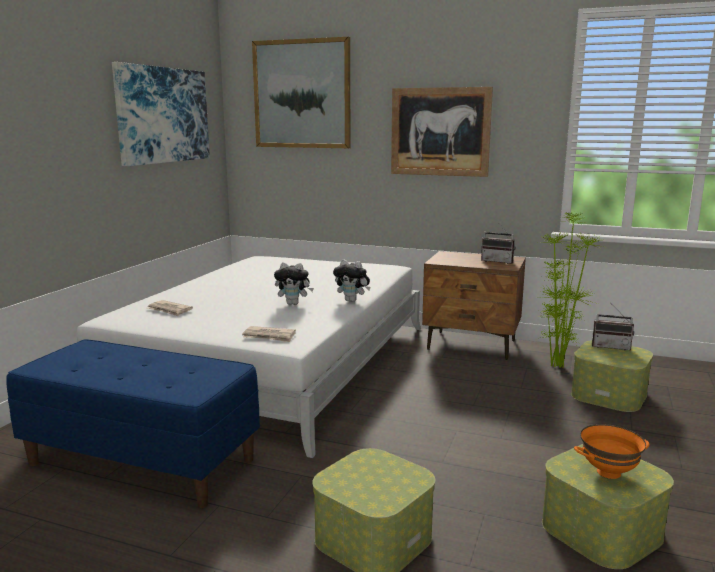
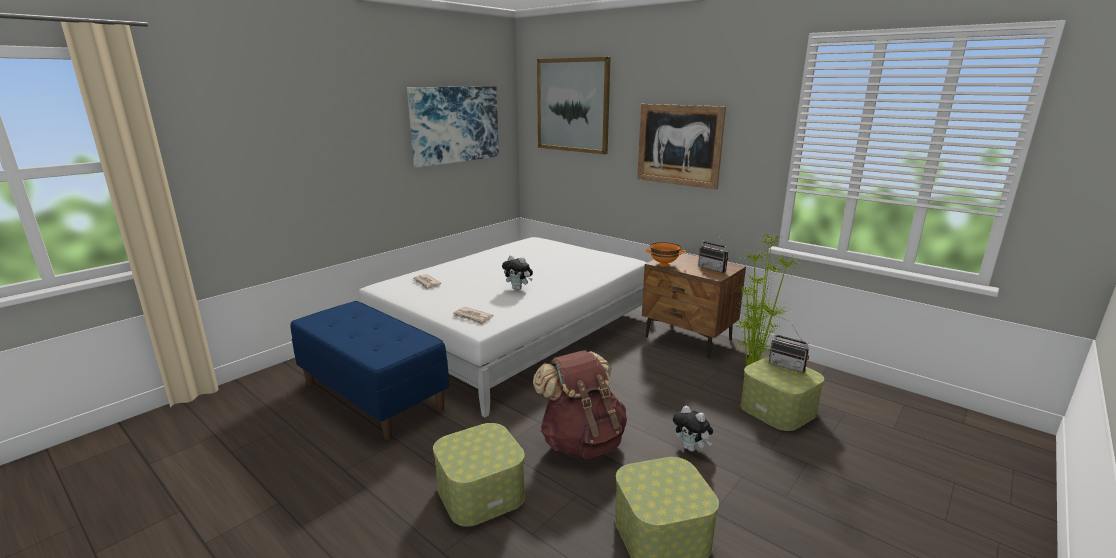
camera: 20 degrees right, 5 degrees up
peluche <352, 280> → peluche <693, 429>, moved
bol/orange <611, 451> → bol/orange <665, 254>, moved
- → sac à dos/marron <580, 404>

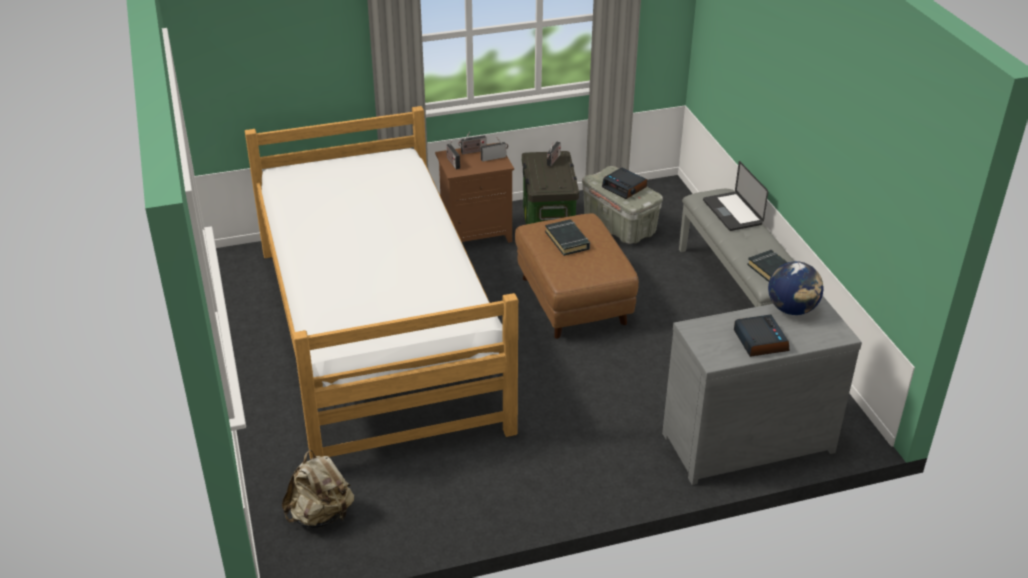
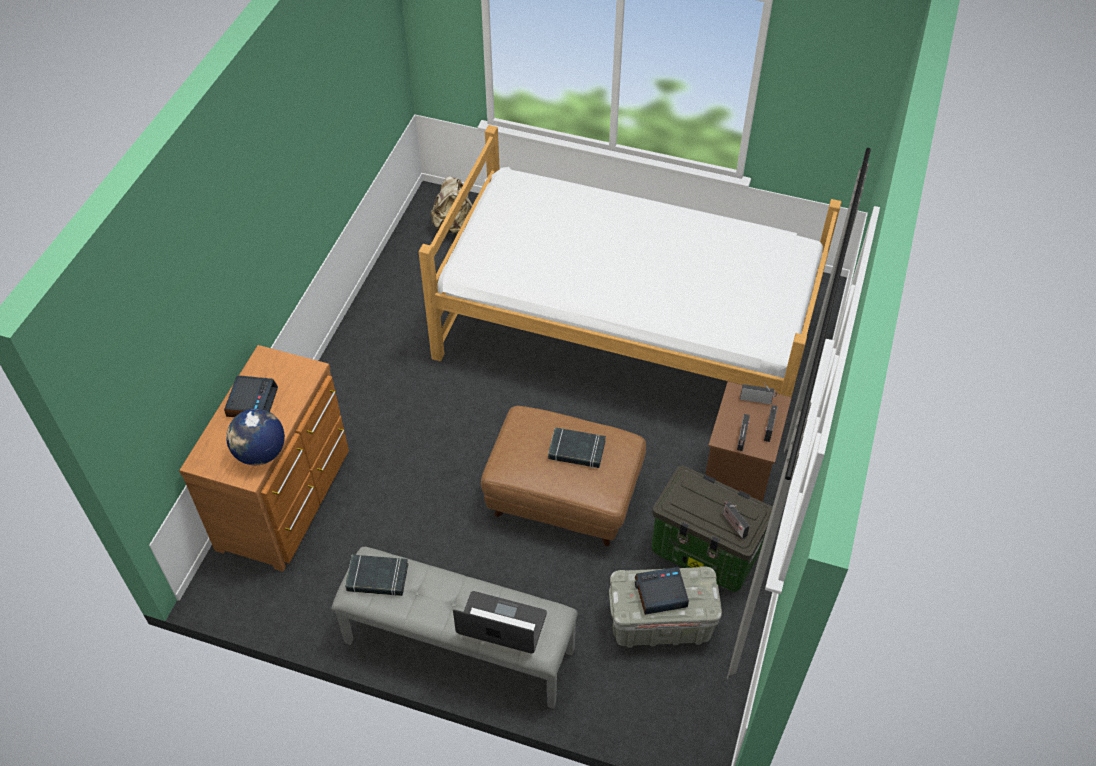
camera: 125 degrees right, 15 degrees up
commode/gris <762, 390> → commode/marron <264, 458>
réveil <762, 335> → réveil <251, 396>, 105 degrees counterclockwise

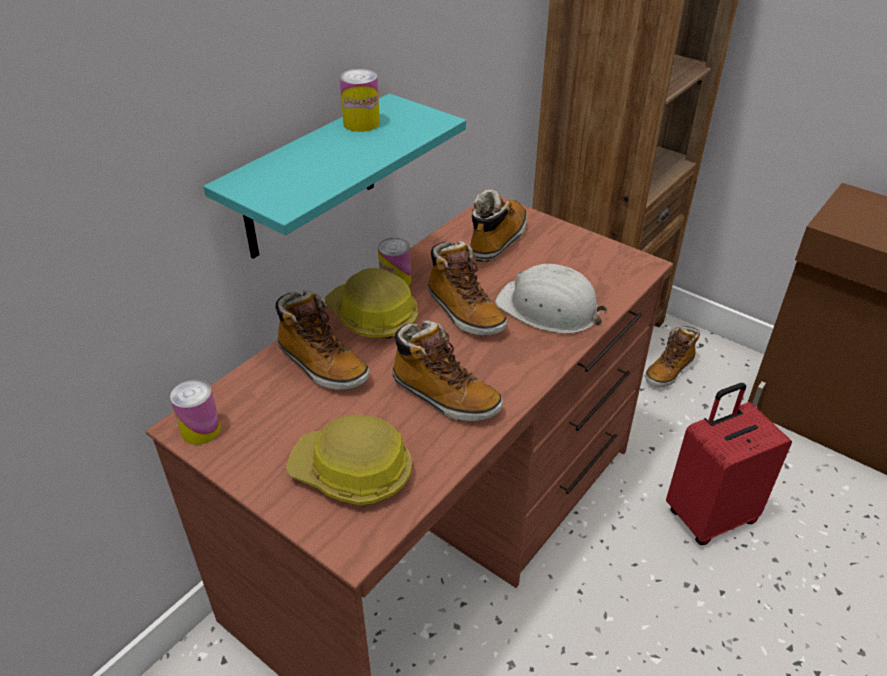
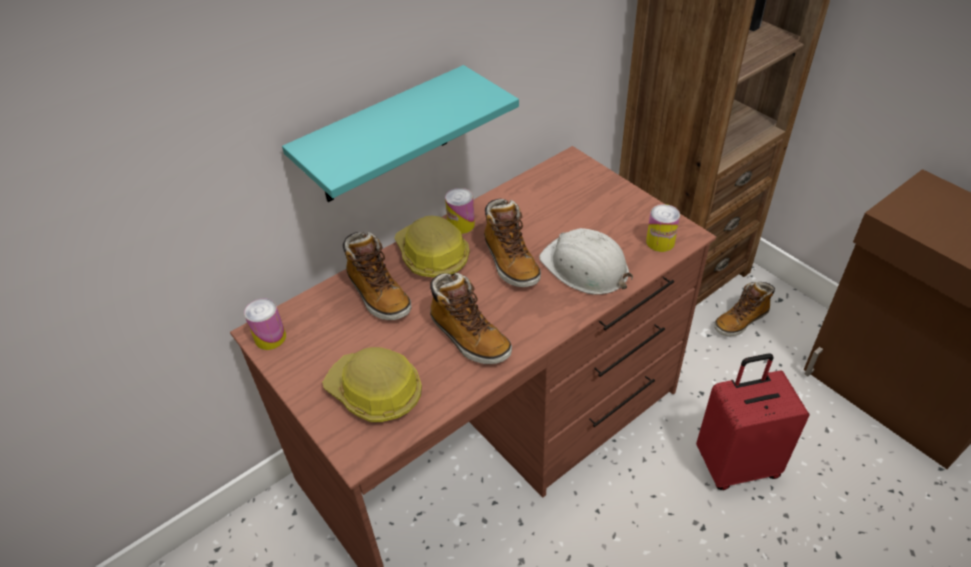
camera: 15 degrees right, 5 degrees up
boîte métallique <359, 100> → boîte métallique <663, 228>, moved
botte <498, 225> → -

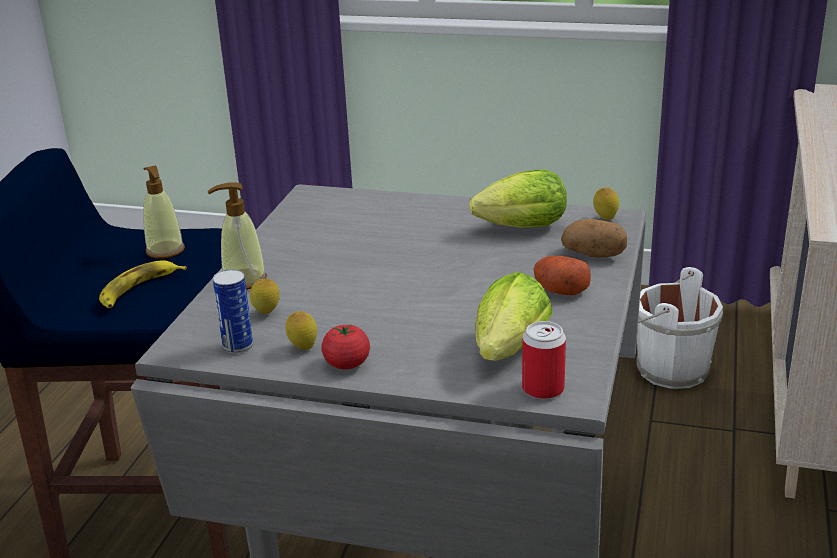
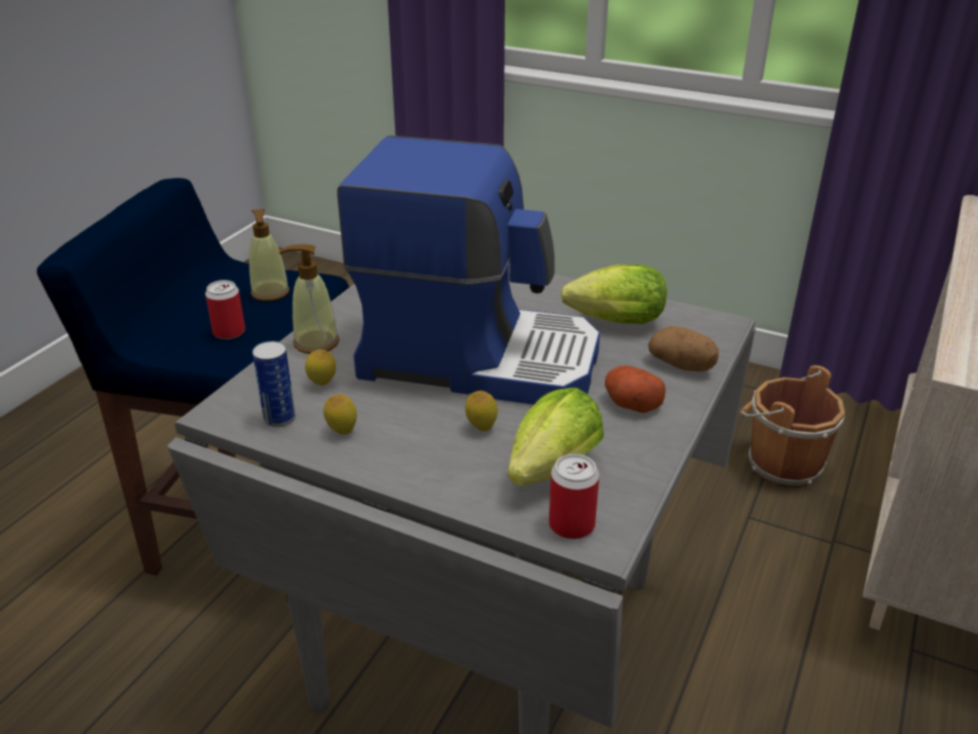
camera: 10 degrees right, 5 degrees up
banane <143, 284> → boîte métallique <225, 309>
tomate <345, 347> → -
citron <606, 203> → citron <481, 411>, moved
seau/blanc <680, 328> → seau/marron <792, 426>
- → machine à café <468, 270>

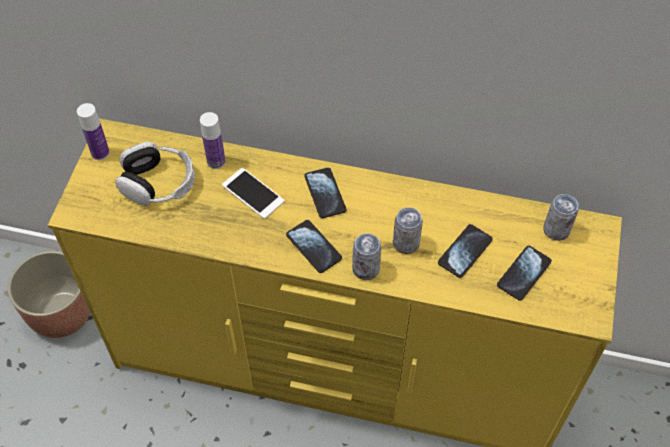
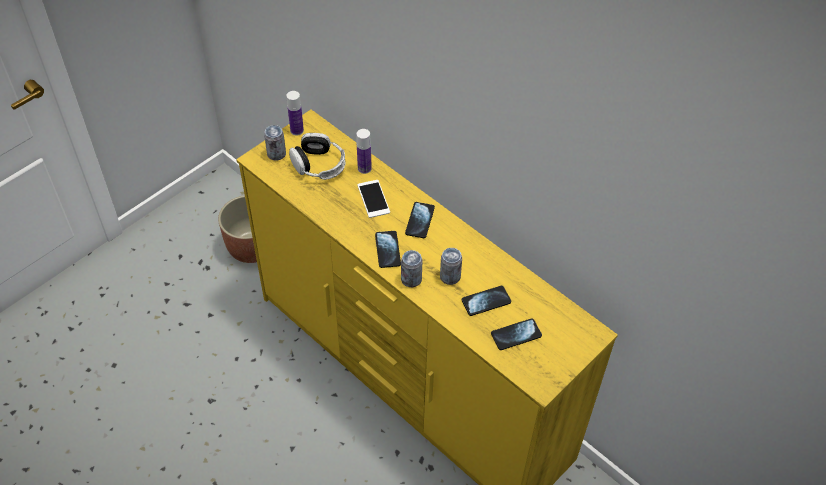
camera: 30 degrees right, 5 degrees down
boîte métallique <561, 217> → boîte métallique <275, 142>, moved

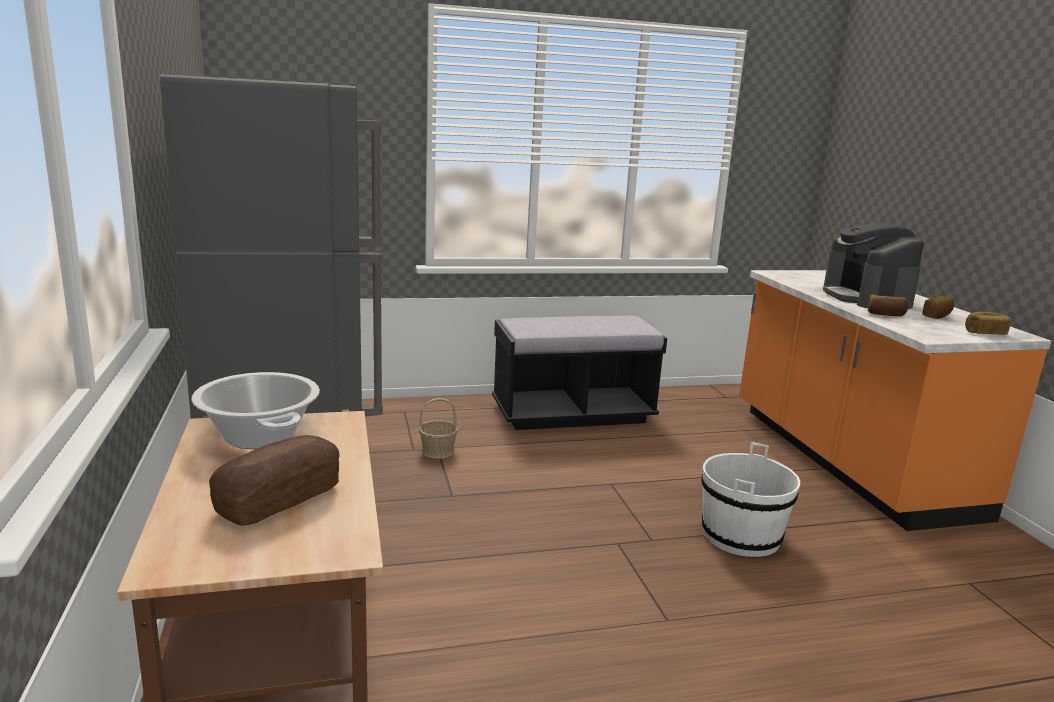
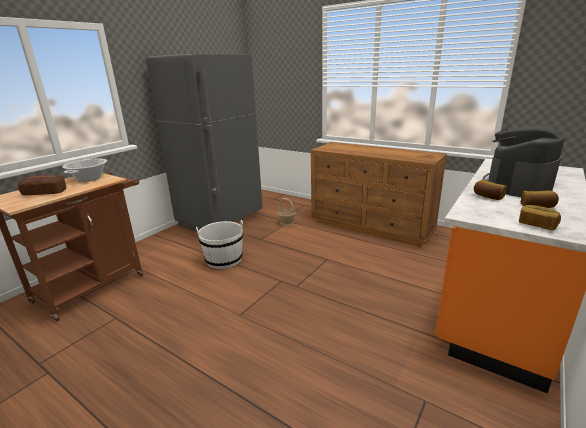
camera: 50 degrees right, 5 degrees up
banc/noir <579, 373> → commode/marron <379, 194>
seau/blanc <751, 499> → seau/blanc <219, 244>, moved

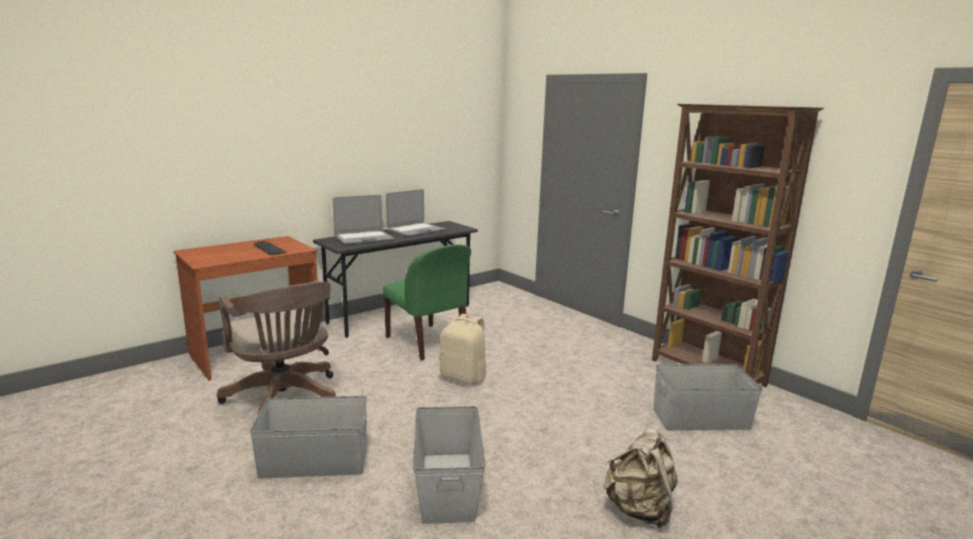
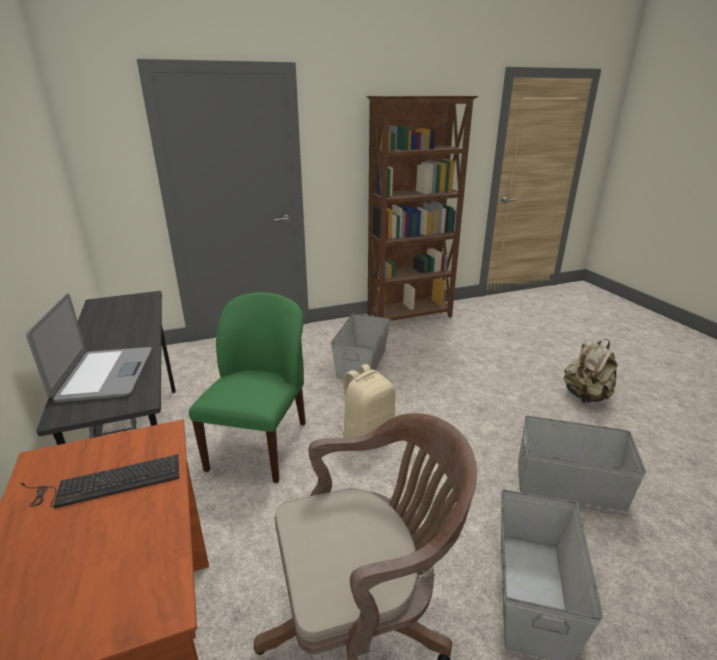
camera: 70 degrees left, 10 degrees up
chaise/vert <426, 302> → chaise/vert <247, 387>, 60 degrees counterclockwise
ordinateur portable <415, 212> → -
boîte de rangement/gris <707, 397> → boîte de rangement/gris <361, 347>, moved

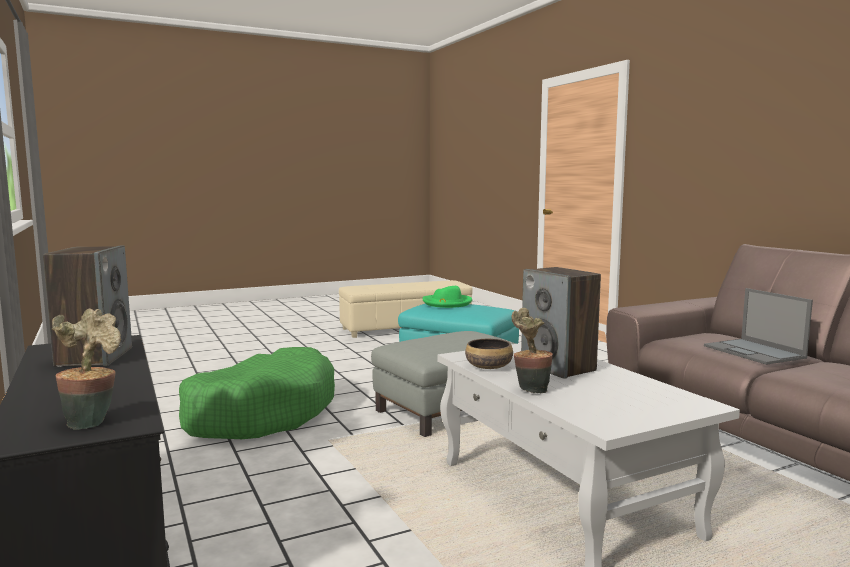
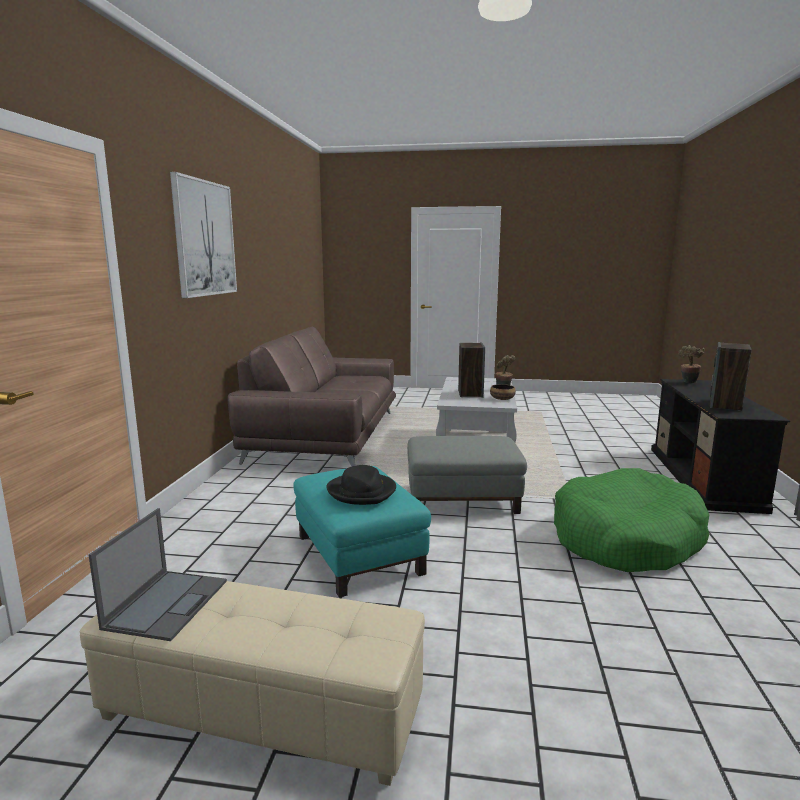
camera: 145 degrees left, 5 degrees up
chapeau/vert <447, 297> → chapeau/noir <361, 485>
ordinateur portable <758, 326> → ordinateur portable <158, 574>, moved
- → tableau <203, 235>

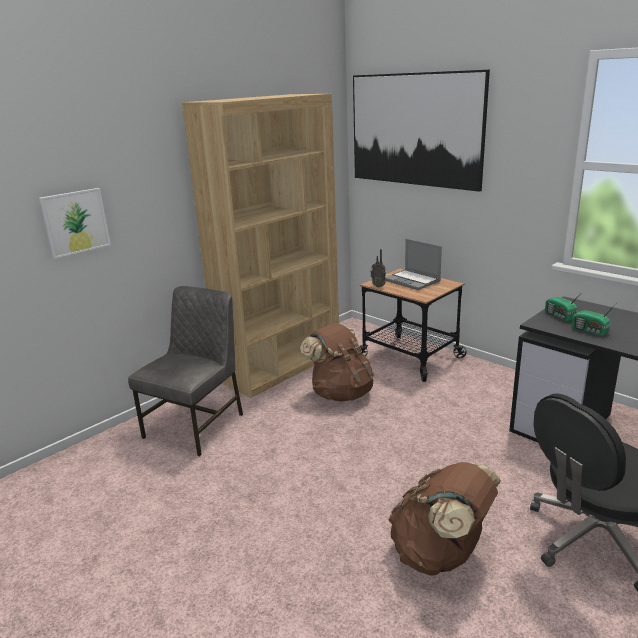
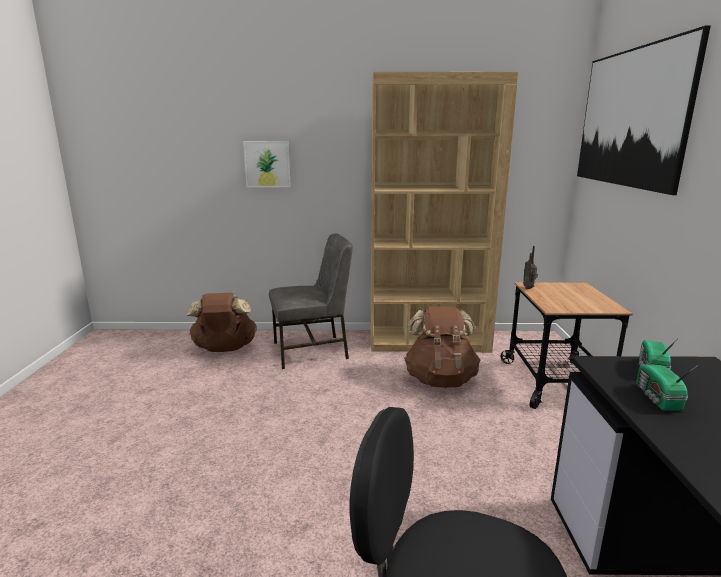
camera: 45 degrees right, 5 degrees down
ordinateur portable <413, 264> → -
sac à dos/marron <444, 519> → sac à dos/marron <222, 322>, moved

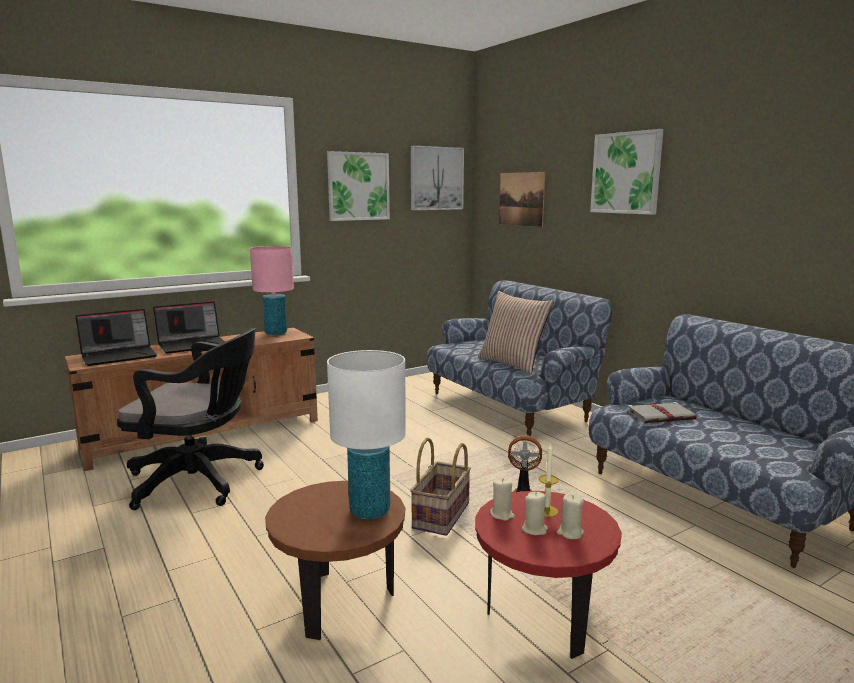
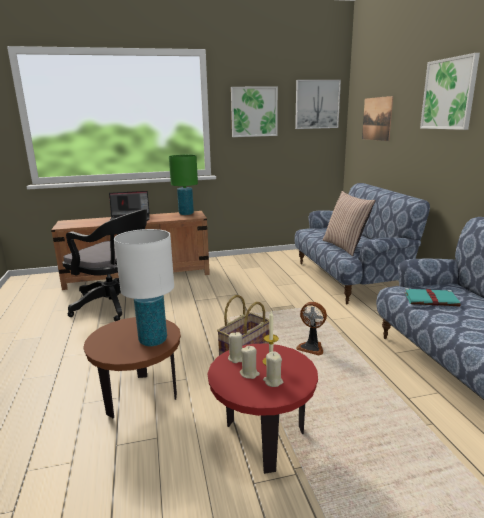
camera: 20 degrees right, 5 degrees up
ordinateur portable <116, 337> → -
lampe de table/rose <272, 290> → lampe de table/vert <183, 185>
livre/gris <662, 412> → livre/turquoise <432, 297>

